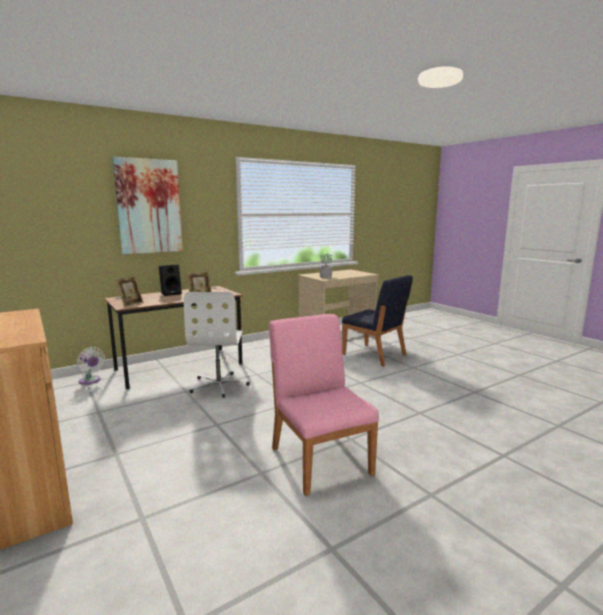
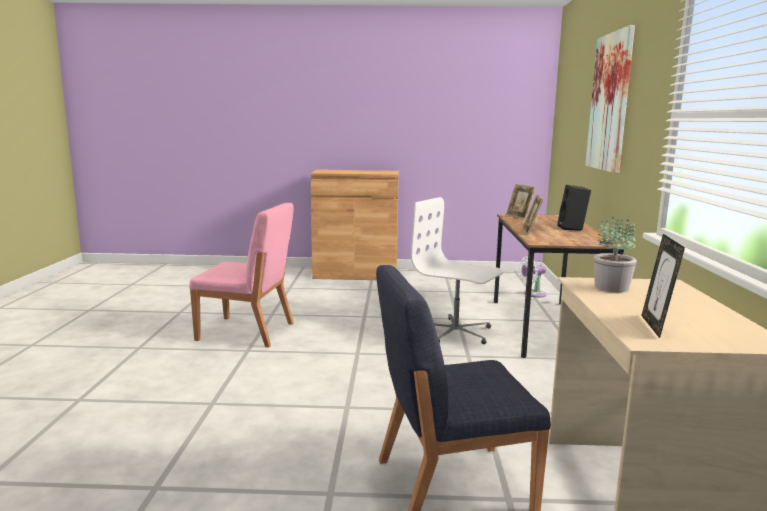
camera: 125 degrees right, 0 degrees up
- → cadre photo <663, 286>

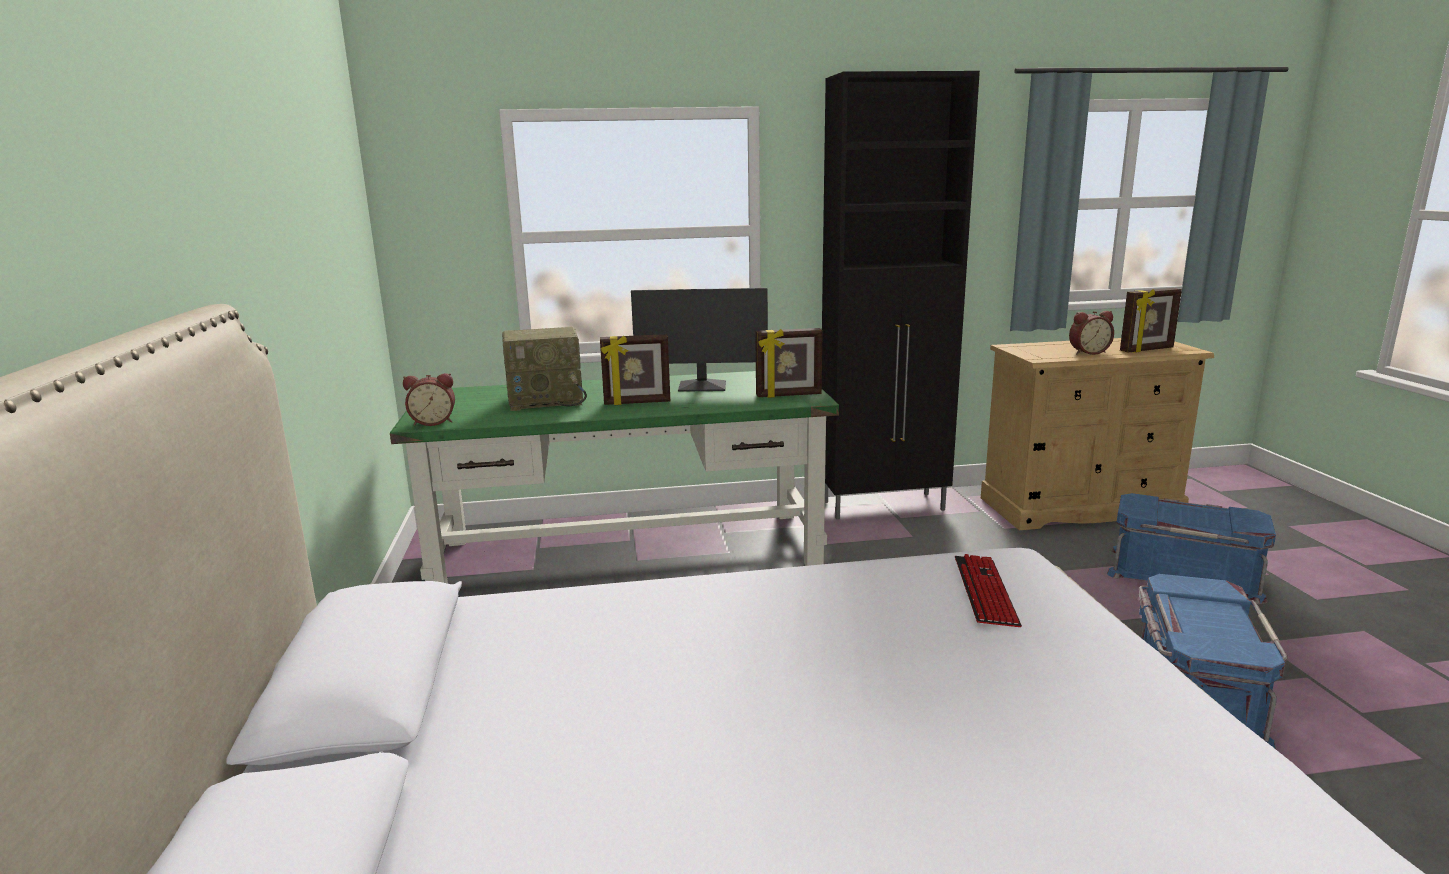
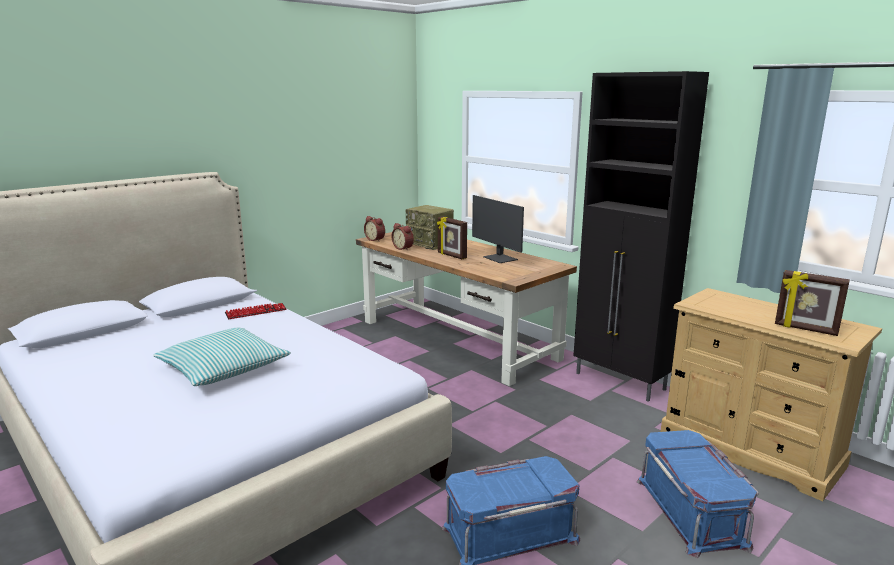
camera: 55 degrees right, 0 degrees up
bureau/vert <614, 477> → bureau/marron <466, 309>
cadre photo <789, 363> → -
clavier <988, 590> → clavier <256, 311>, moved
réveil <1091, 333> → réveil <402, 237>, moved
- → coussin <222, 357>

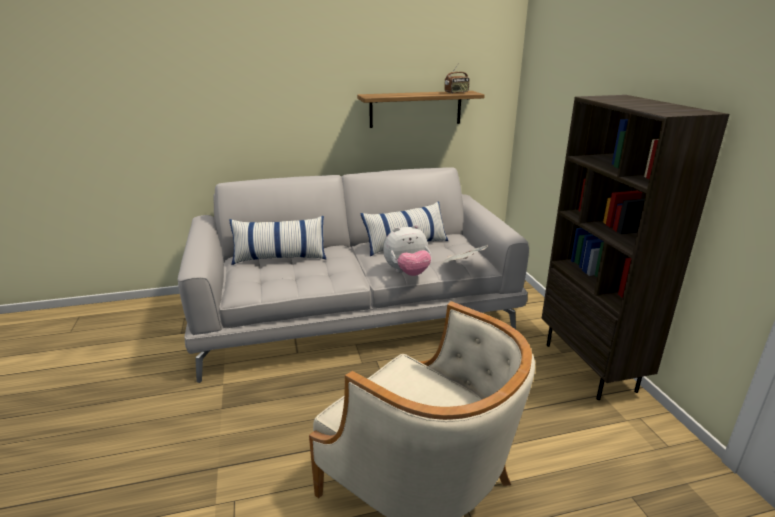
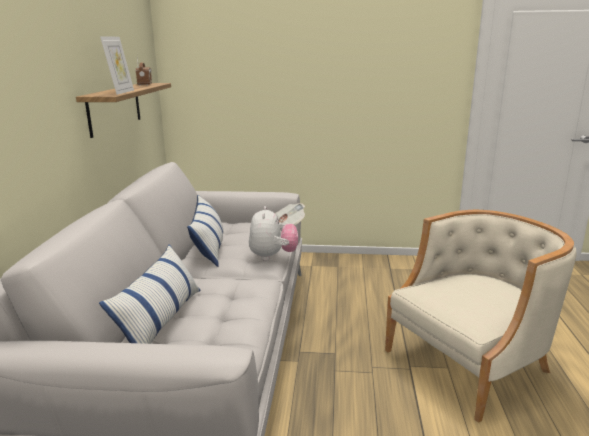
camera: 70 degrees left, 5 degrees down
bibliothèque/marron <636, 247> → -
- → cadre photo <117, 65>

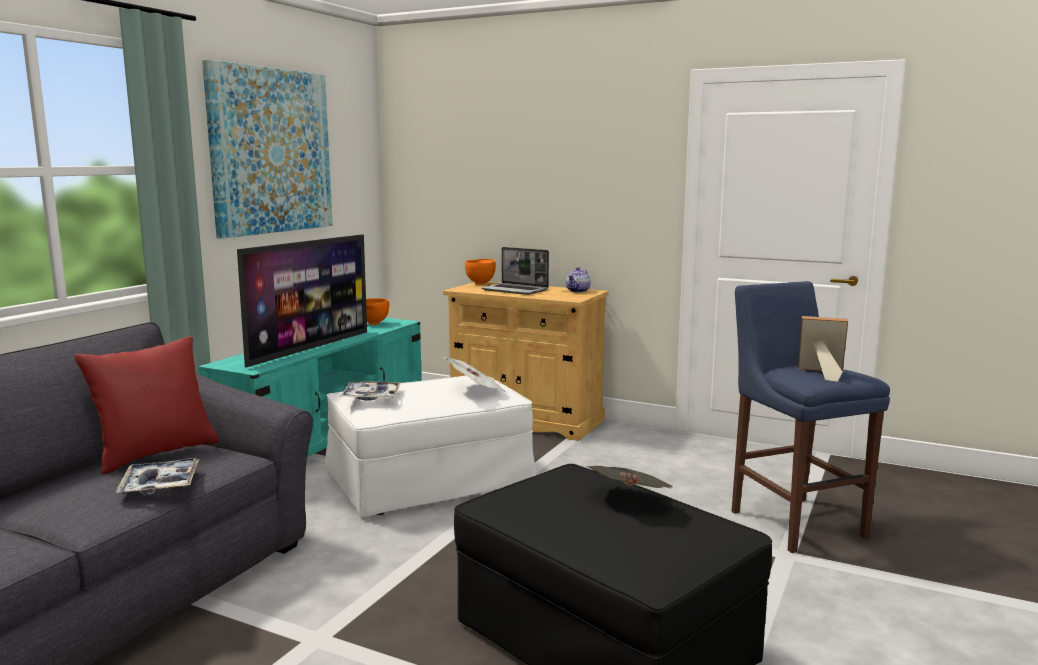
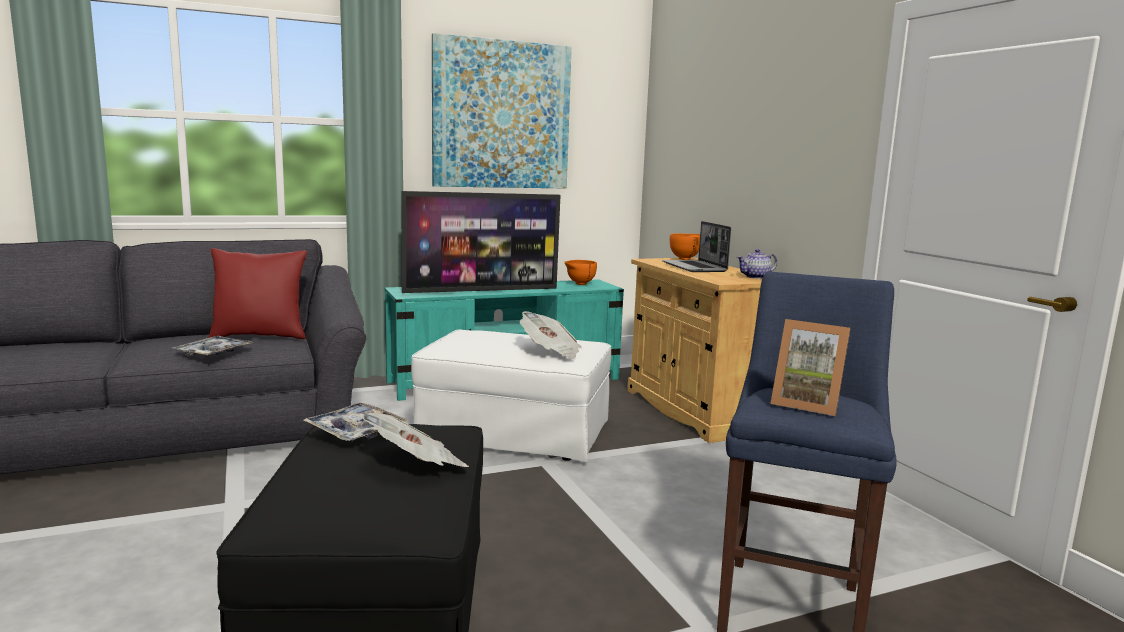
camera: 40 degrees right, 0 degrees up
plateau <371, 390> → plateau <356, 422>, moved
cadre photo <823, 349> → cadre photo <810, 367>, 150 degrees clockwise

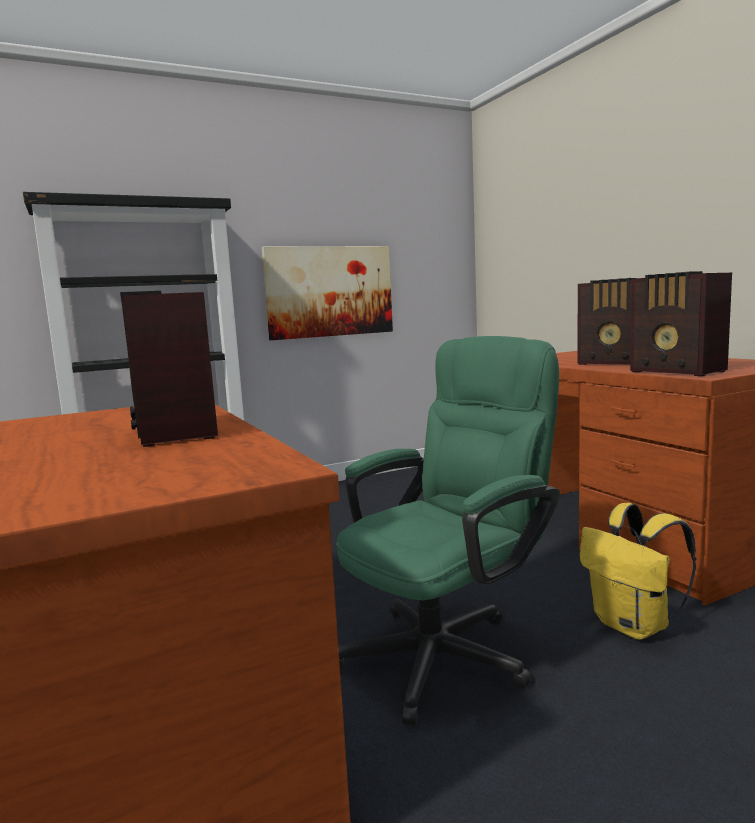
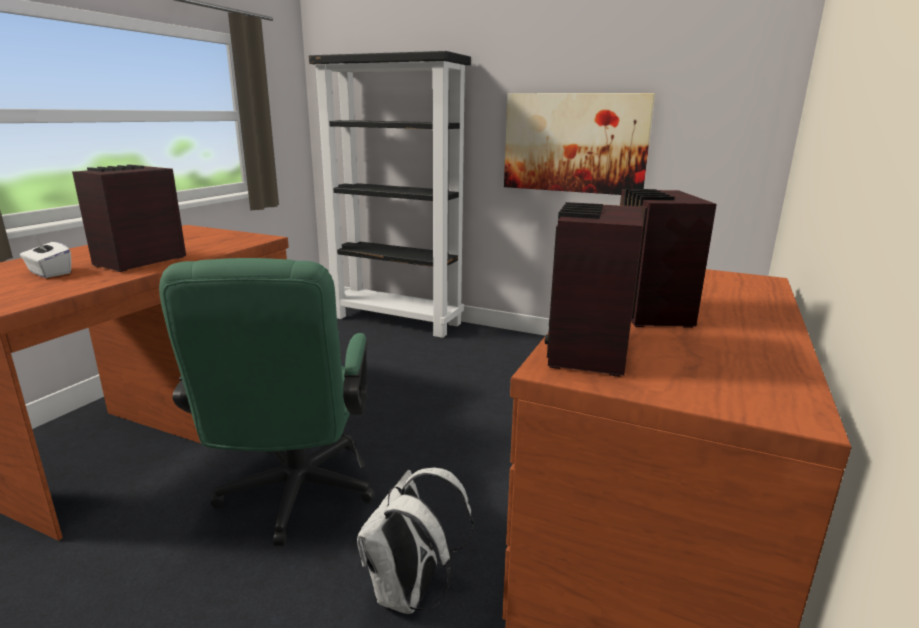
camera: 50 degrees right, 10 degrees up
chaise de bureau/vert <448, 530> → chaise de bureau/vert <267, 402>, 75 degrees clockwise
sac à dos/jaune <638, 571> → sac à dos/blanc <415, 541>
- → boîte à mouchoirs/blanc <45, 257>

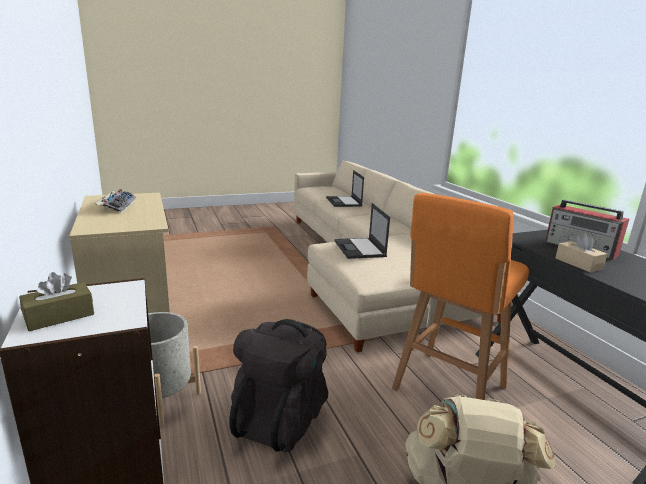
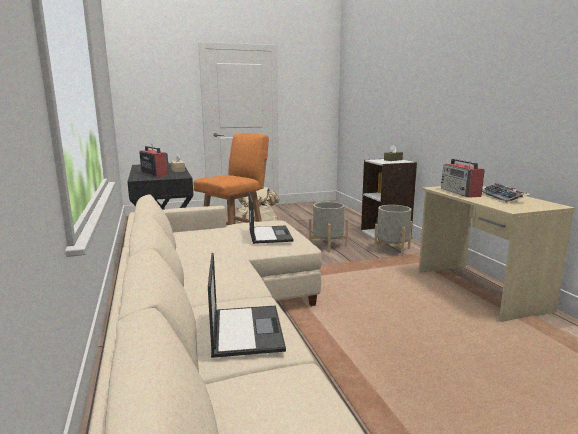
camera: 175 degrees left, 5 degrees down
sac à dos/noir <278, 385> → cache-pot/gris <328, 227>
- → radio <463, 178>

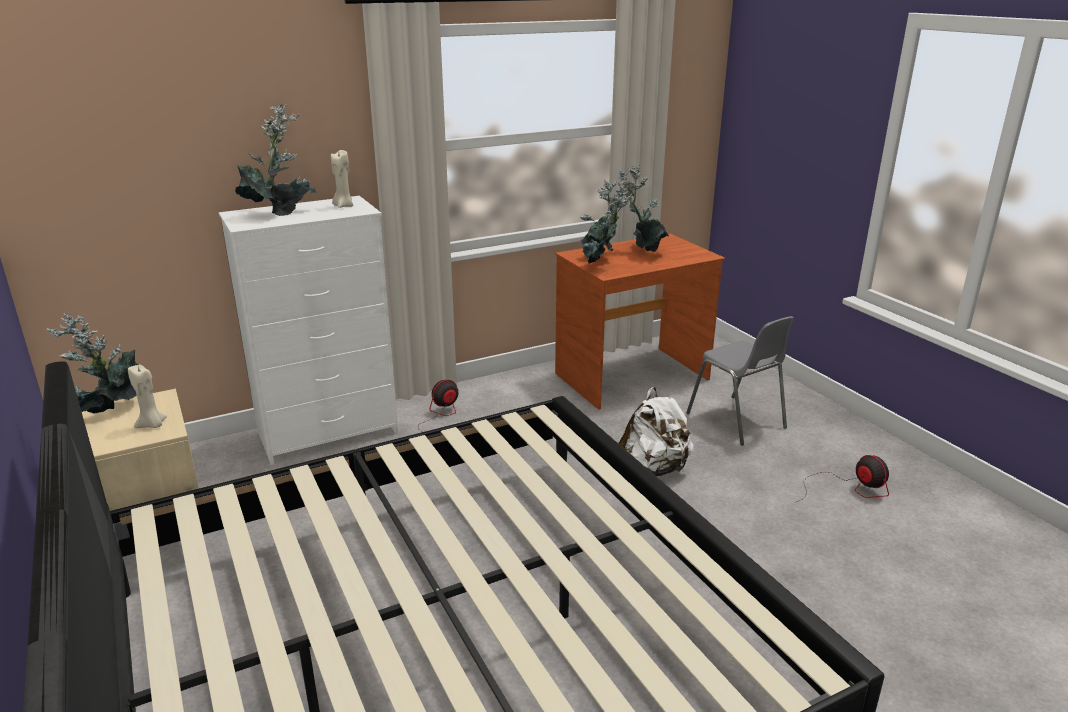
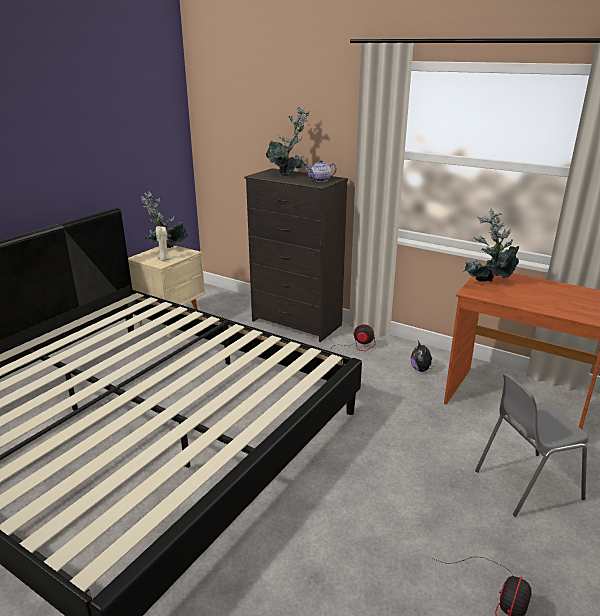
camera: 60 degrees right, 0 degrees up
commode/blanc <308, 330> → commode/noir <296, 255>
bougie/beige <342, 179> → théière <320, 171>
plante en pot <643, 208> → -
sac à dos/blanc <656, 431> → -
chaise/gris <740, 381> → chaise/gris <532, 445>, 45 degrees clockwise
- → peluche <422, 356>

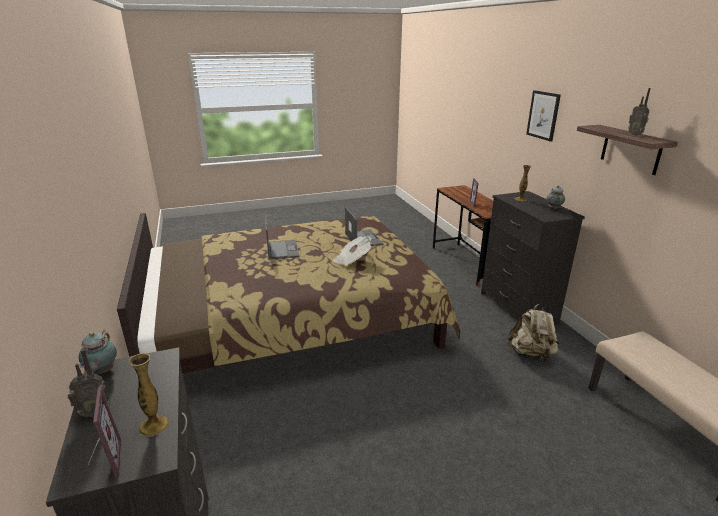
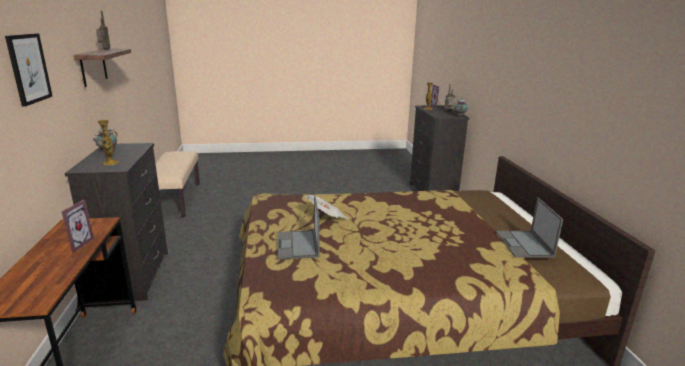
camera: 170 degrees left, 5 degrees down
ordinateur portable <282, 237> → ordinateur portable <529, 227>, moved
sac à dos/beige <533, 333> → -

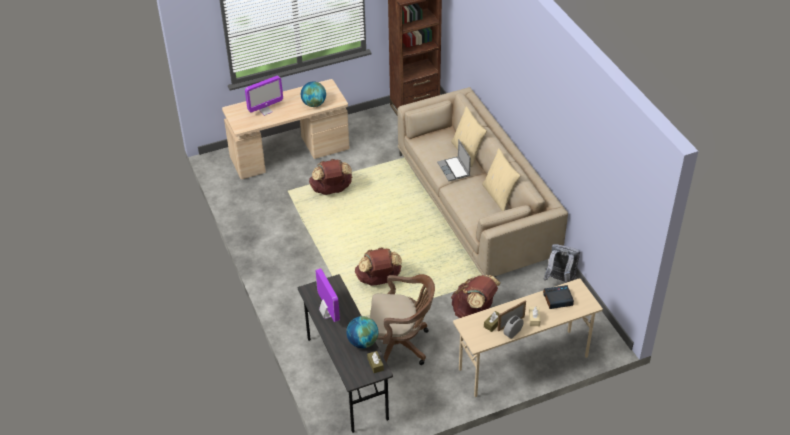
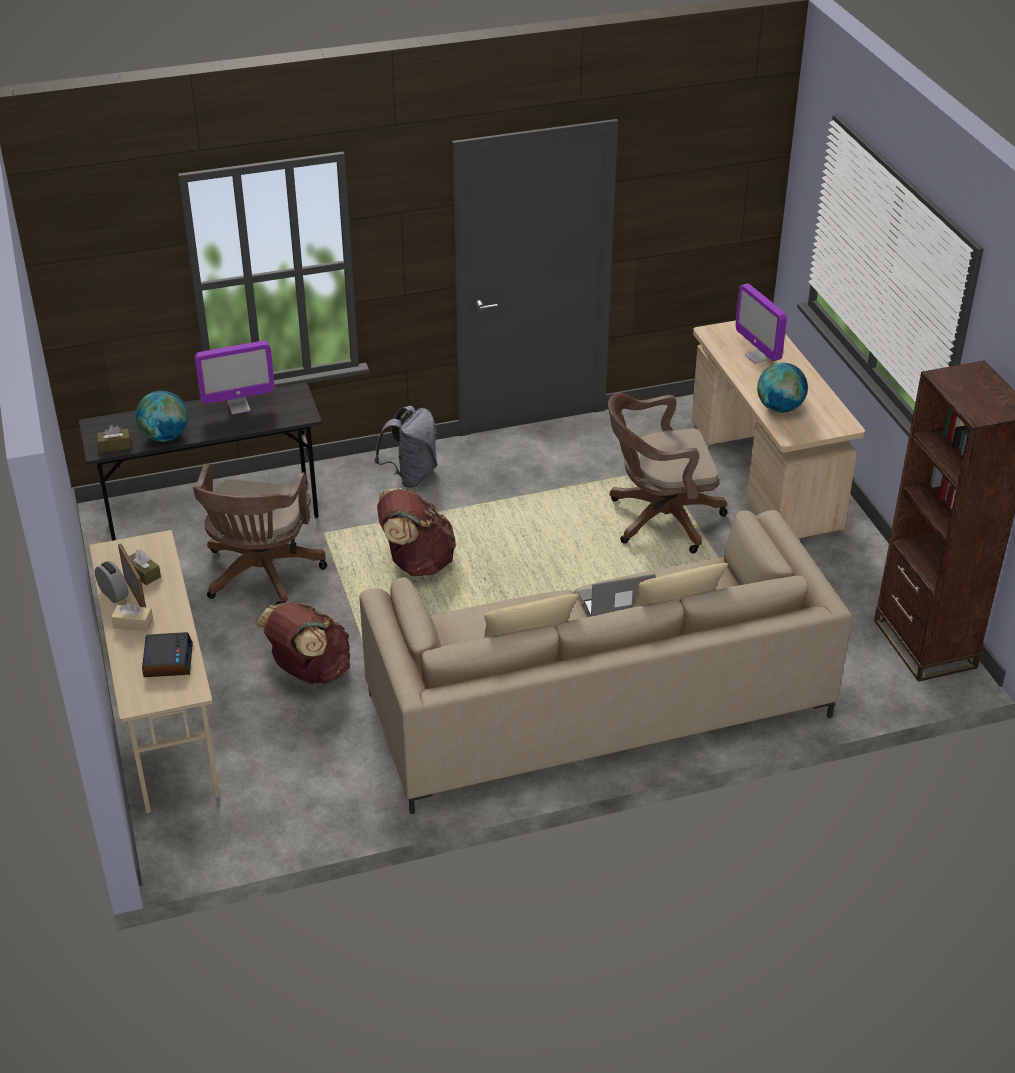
camera: 95 degrees right, 5 degrees down
sac à dos/marron <330, 177> → chaise de bureau/marron <667, 473>
sac à dos/gris <562, 263> → sac à dos/gris <405, 447>, moved

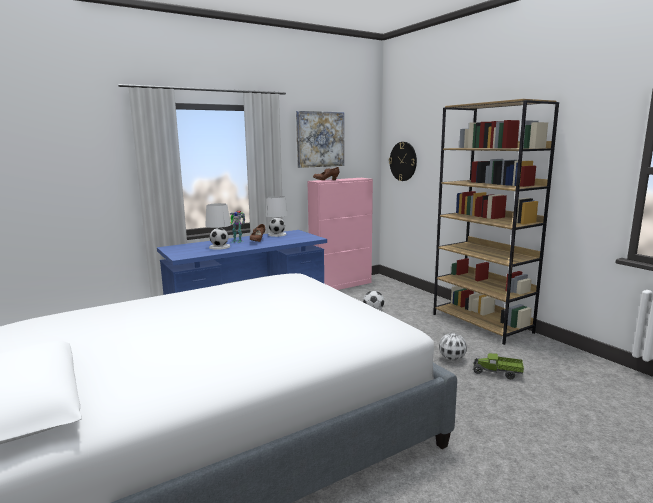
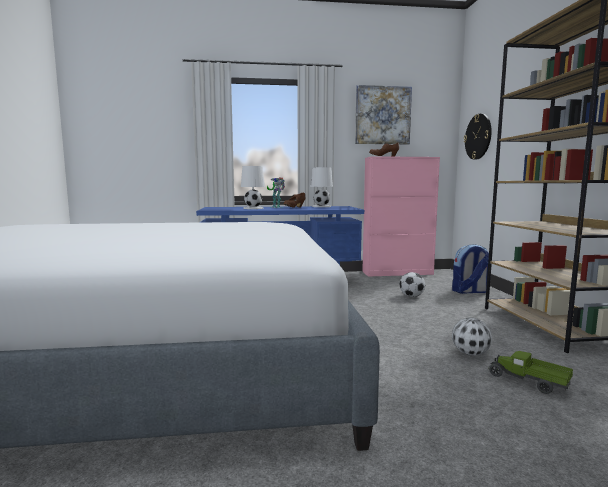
camera: 25 degrees right, 5 degrees down
- → sac à dos <470, 269>

